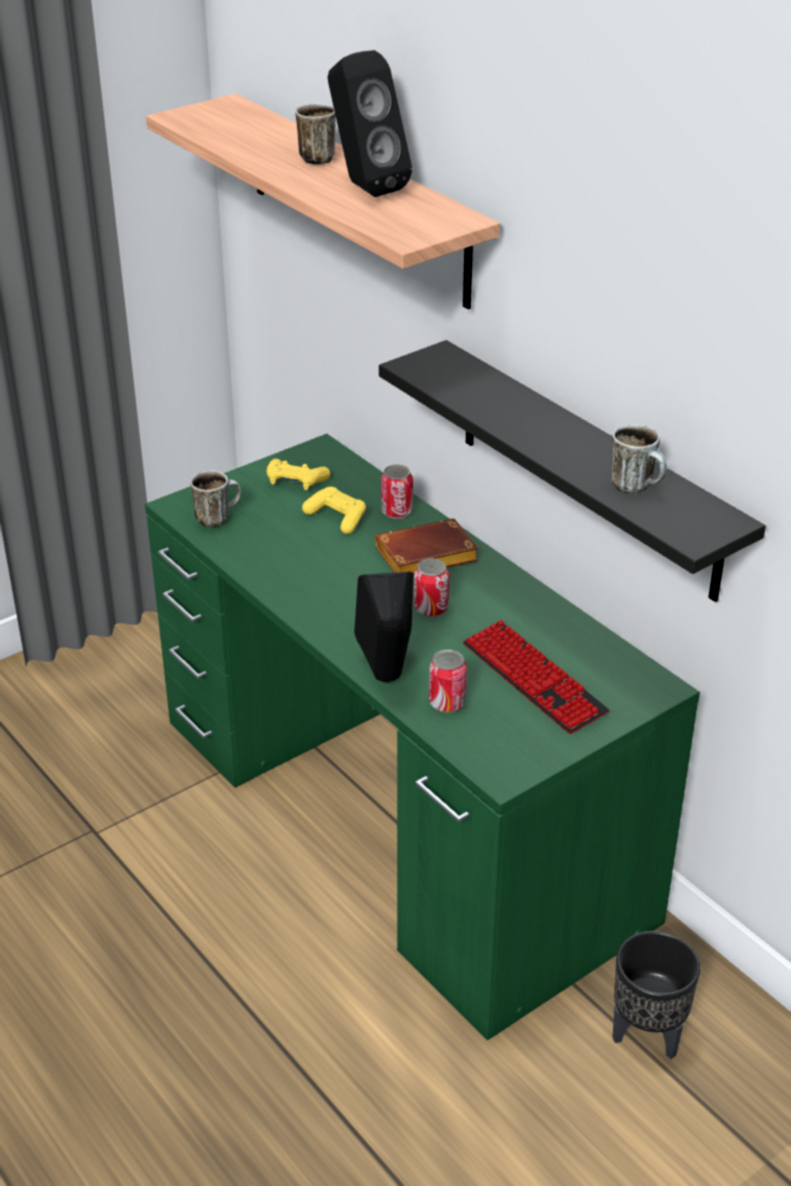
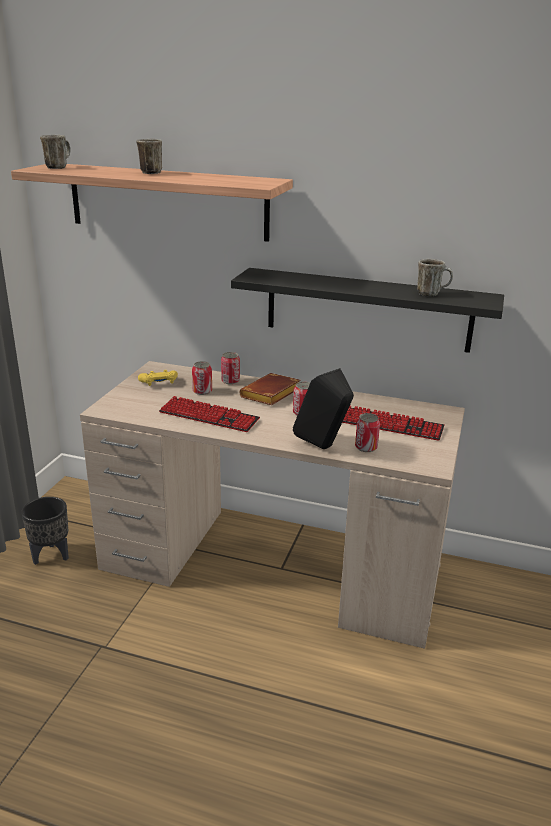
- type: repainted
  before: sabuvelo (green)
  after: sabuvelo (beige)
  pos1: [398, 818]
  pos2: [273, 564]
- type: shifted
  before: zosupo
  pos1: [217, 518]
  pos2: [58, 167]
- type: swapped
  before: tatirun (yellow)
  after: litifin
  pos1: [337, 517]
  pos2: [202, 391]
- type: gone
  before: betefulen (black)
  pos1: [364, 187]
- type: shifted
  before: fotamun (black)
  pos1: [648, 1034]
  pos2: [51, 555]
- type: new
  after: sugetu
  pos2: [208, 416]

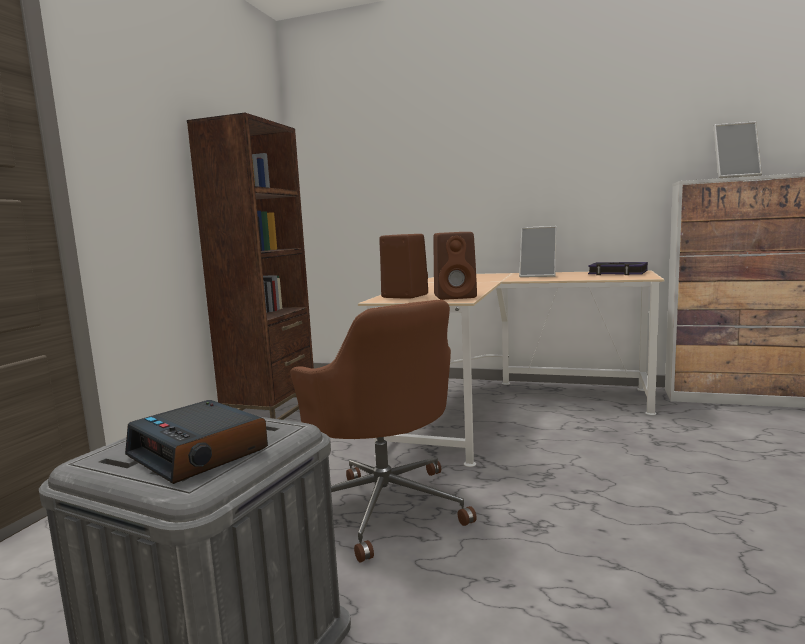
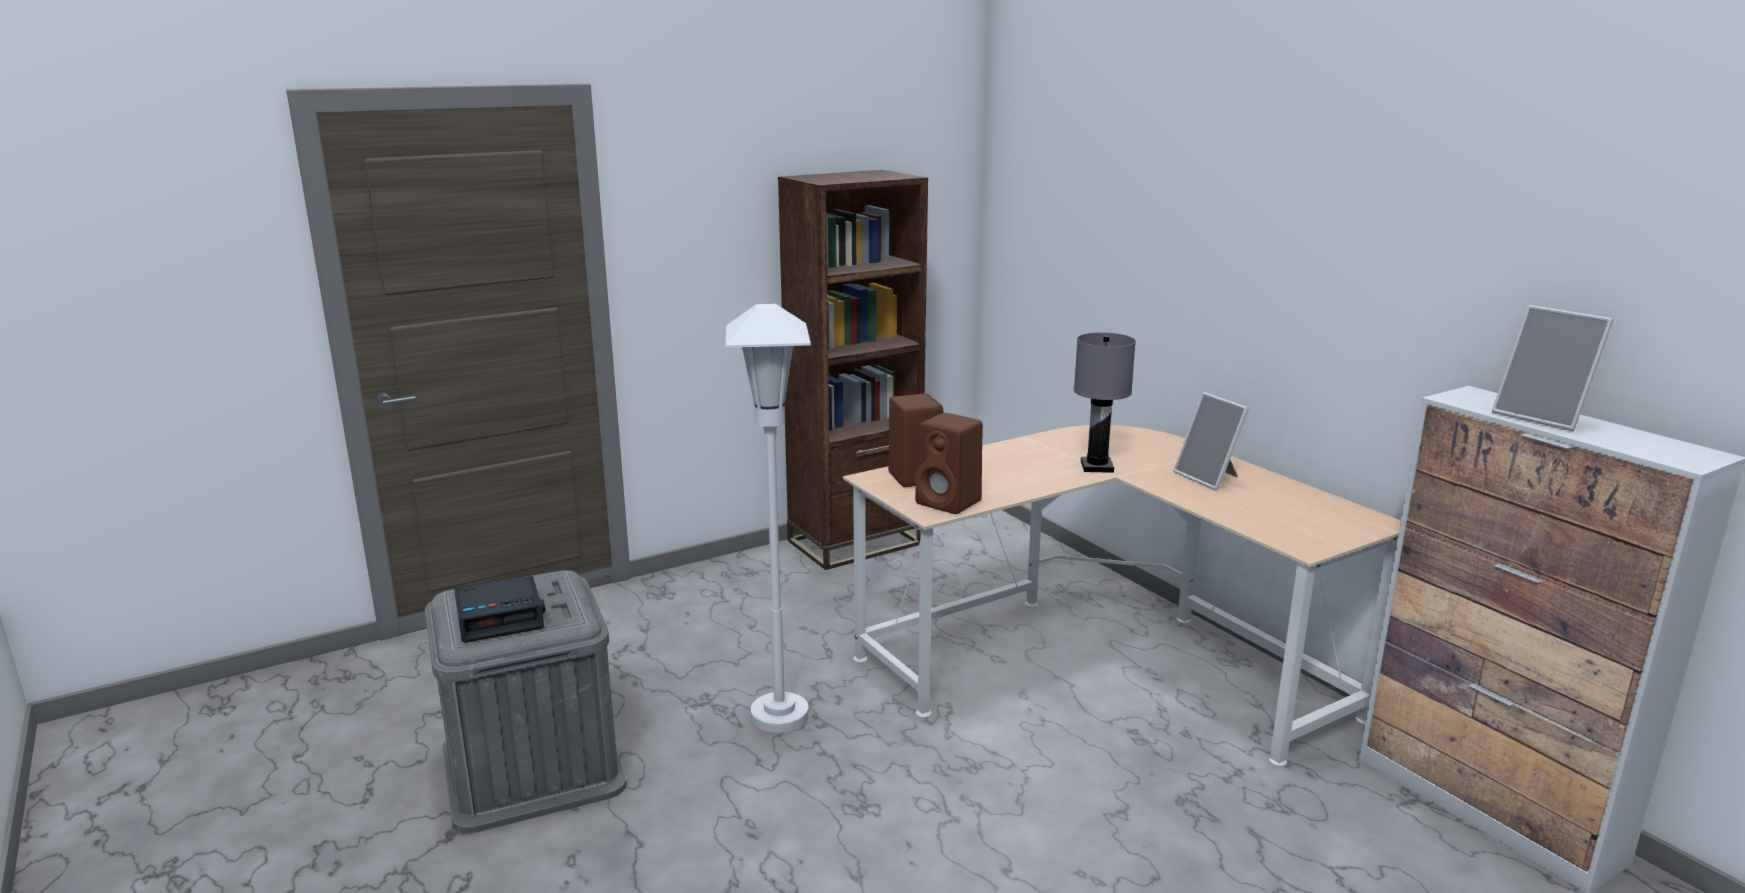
- type: rotated
  before: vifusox
  pos1: [200, 452]
  pos2: [501, 618]
  turn: -105
- type: swapped
  before: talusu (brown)
  after: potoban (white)
  pos1: [385, 506]
  pos2: [779, 716]
- type: gone
  before: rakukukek
  pos1: [617, 273]
- type: new
  after: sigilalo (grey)
  pos2: [1097, 467]

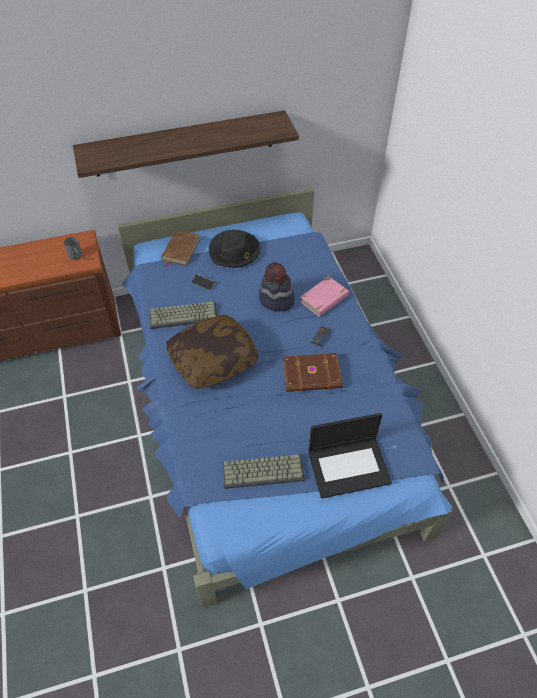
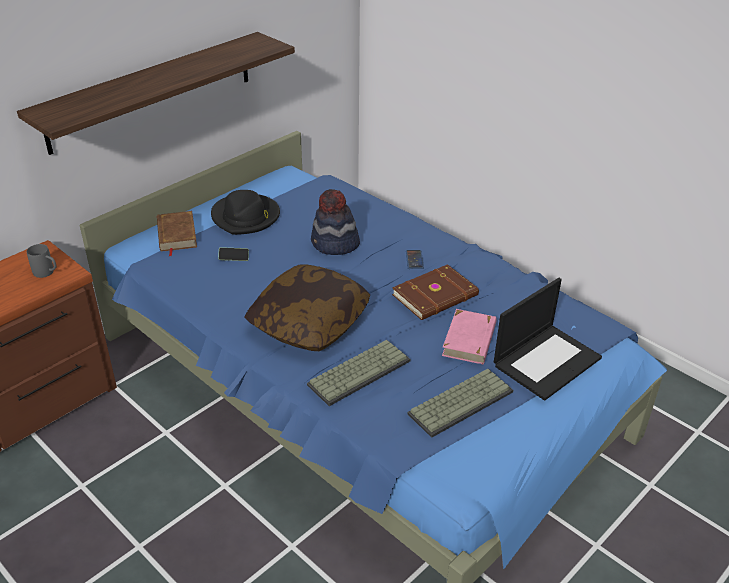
- type: shifted
  before: sugetu
  pos1: [184, 314]
  pos2: [359, 371]
- type: shifted
  before: rakukukek (pink)
  pos1: [324, 299]
  pos2: [469, 340]

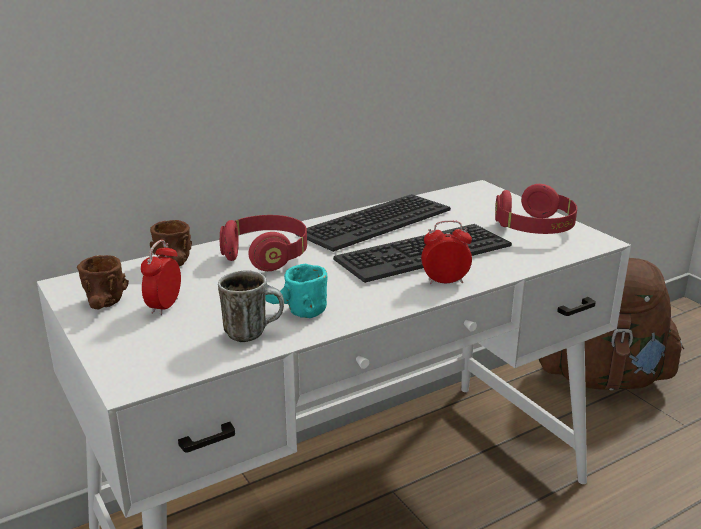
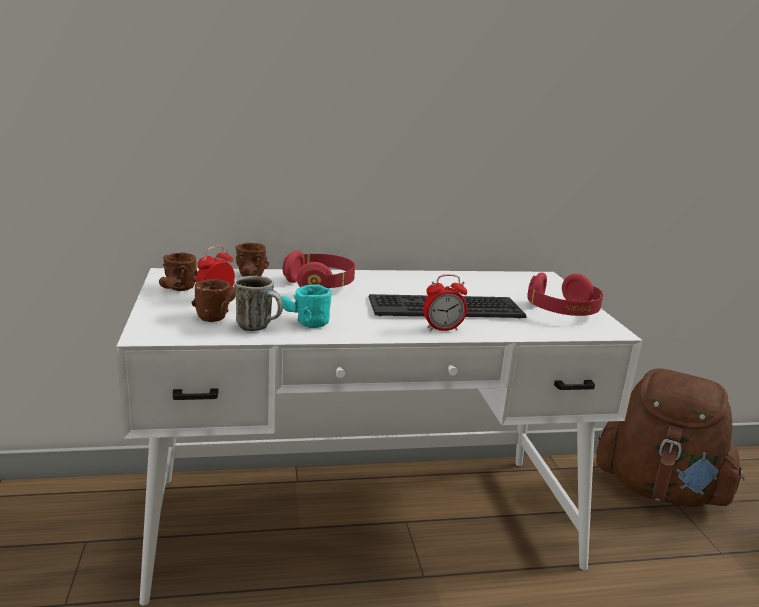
- type: gone
  before: sugetu
  pos1: [374, 222]
- type: rotated
  before: vifusox
  pos1: [445, 281]
  pos2: [442, 329]
  turn: 150
- type: new
  after: zosupo (brown)
  pos2: [217, 313]

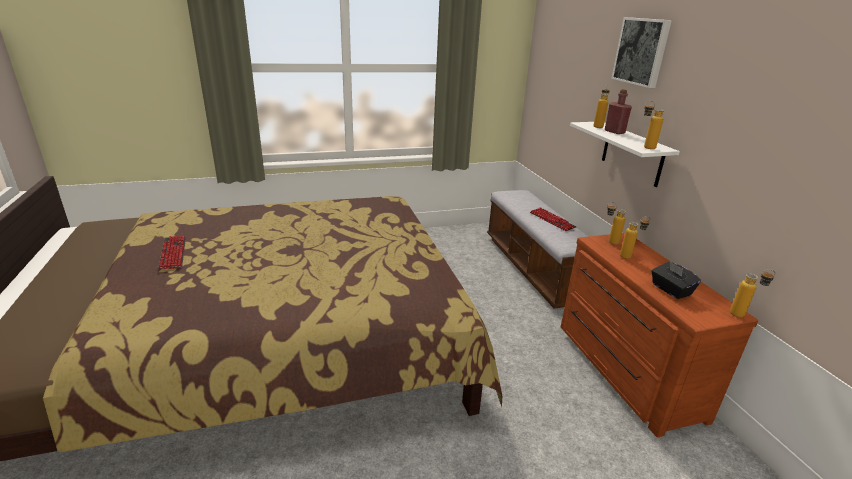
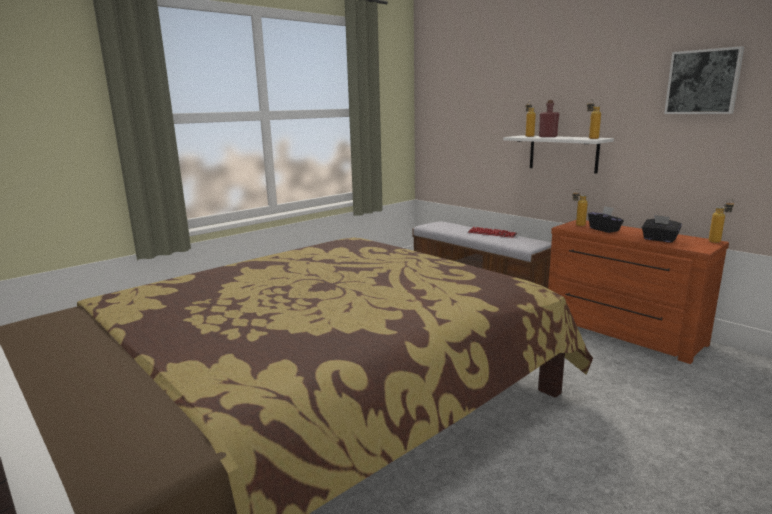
- type: gone
  before: sugetu
  pos1: [173, 253]
- type: shifted
  before: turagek
  pos1: [642, 51]
  pos2: [703, 82]
- type: swapped
  before: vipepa
  after: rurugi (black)
  pos1: [630, 256]
  pos2: [604, 229]

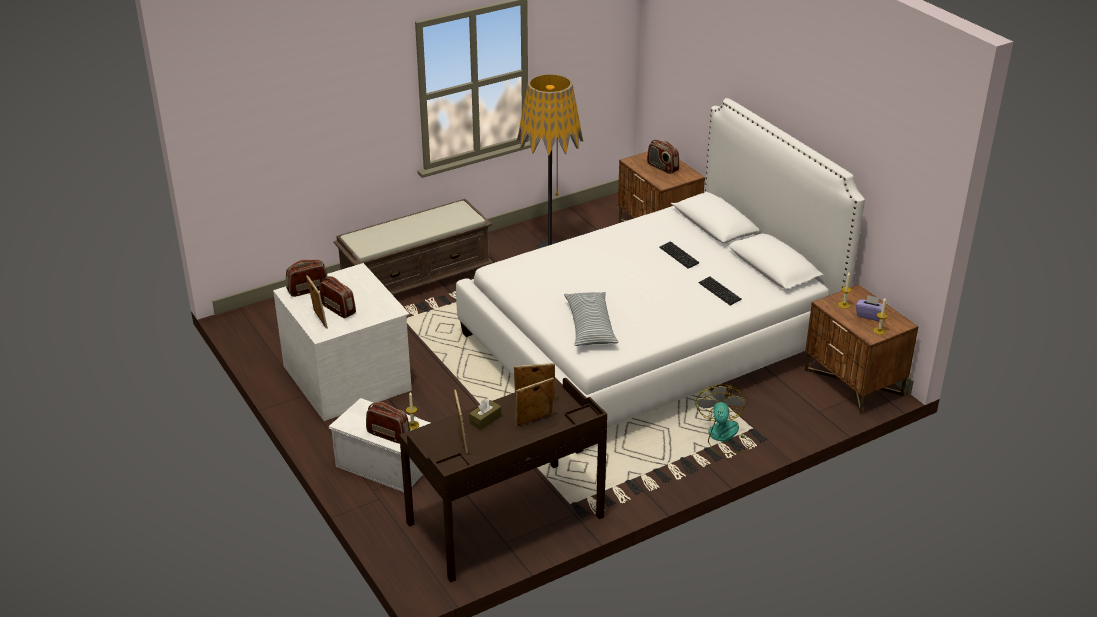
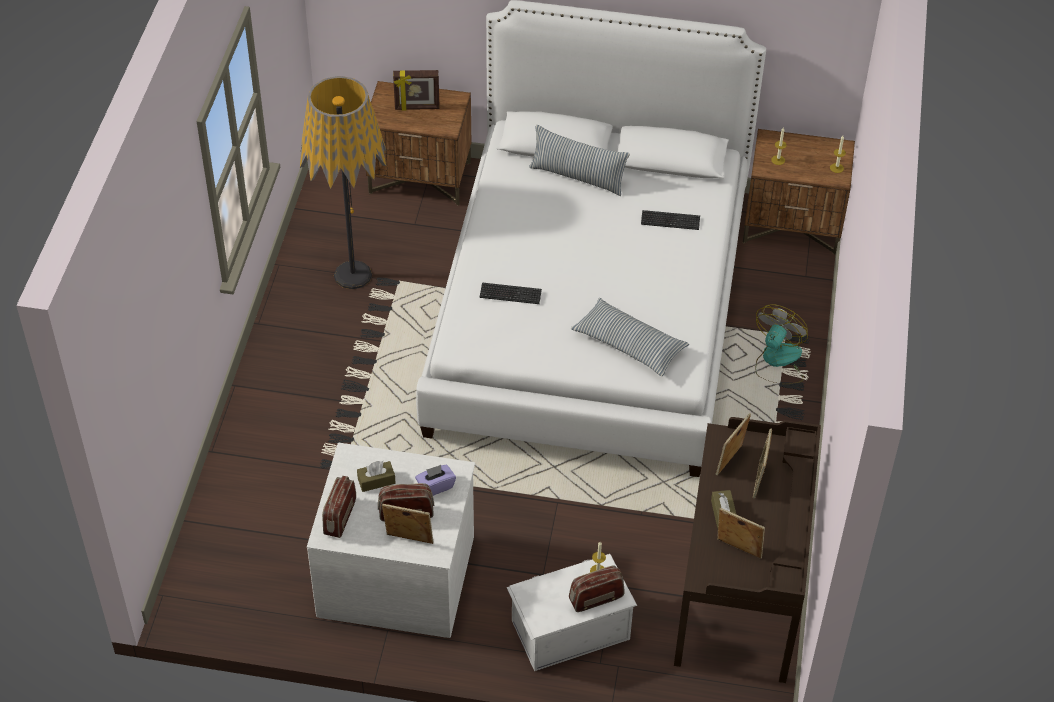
- type: gone
  before: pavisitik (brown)
  pos1: [417, 280]
- type: swapped
  before: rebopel
  after: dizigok
  pos1: [662, 167]
  pos2: [417, 107]
- type: shifted
  before: sugetu
  pos1: [679, 256]
  pos2: [510, 294]
- type: rotated
  before: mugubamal
  pos1: [724, 437]
  pos2: [777, 361]
  turn: 75
- type: shifted
  before: rurugi (purple)
  pos1: [869, 315]
  pos2: [435, 486]
- type: new
  after: rurugi (brown)
  pos2: [376, 481]
- type: new
  after: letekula
  pos2: [577, 177]

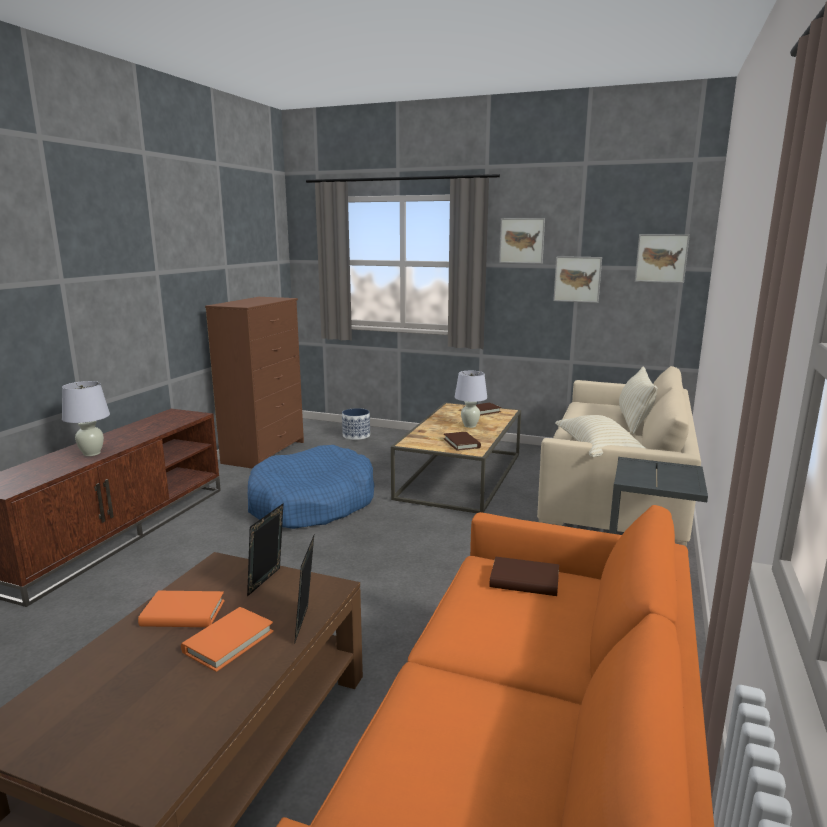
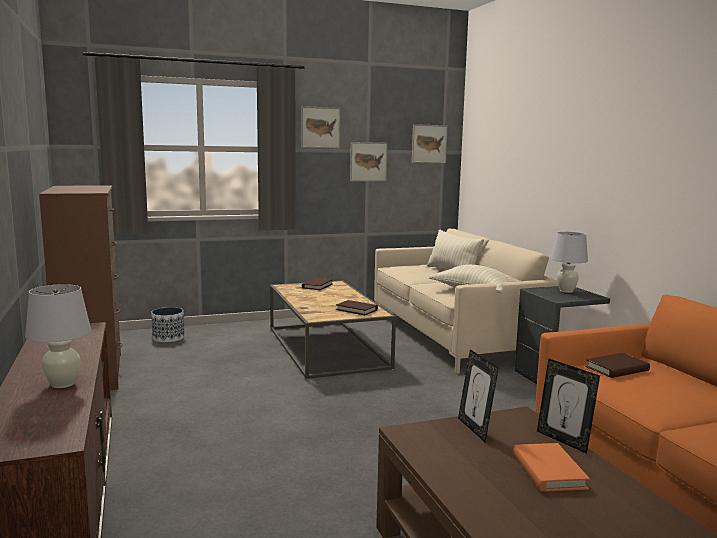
- type: gone
  before: rakukukek (orange)
  pos1: [183, 613]
- type: gone
  before: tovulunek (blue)
  pos1: [312, 504]
- type: shifted
  before: sigilalo (white)
  pos1: [470, 426]
  pos2: [566, 291]

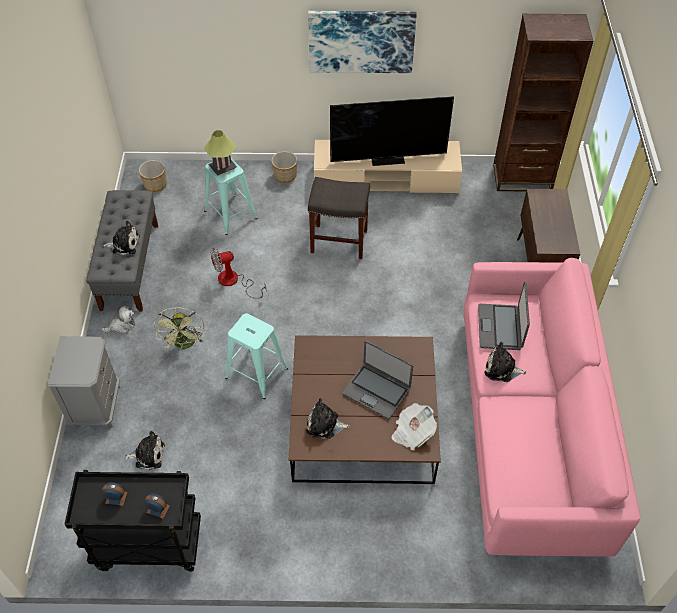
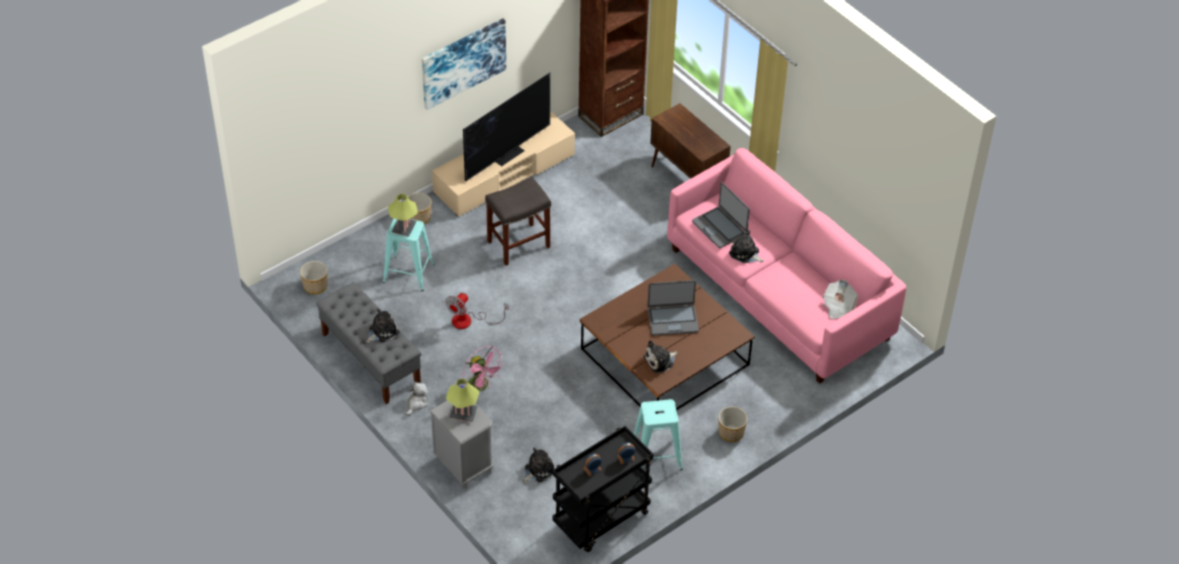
- type: repainted
  before: mugubamal (green)
  after: mugubamal (pink)
  pos1: [185, 344]
  pos2: [482, 386]
- type: shifted
  before: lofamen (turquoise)
  pos1: [256, 373]
  pos2: [656, 455]
- type: shifted
  before: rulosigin
  pos1: [412, 432]
  pos2: [838, 306]
- type: rotated
  before: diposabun
  pos1: [502, 369]
  pos2: [745, 253]
  turn: 60
- type: new
  after: sigilalo
  pos2: [463, 413]
- type: new
  after: fotamun
  pos2: [731, 433]

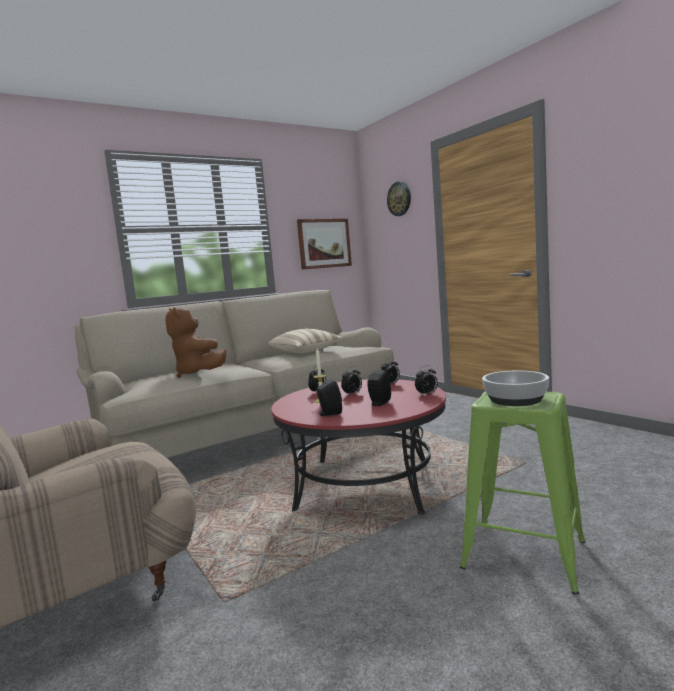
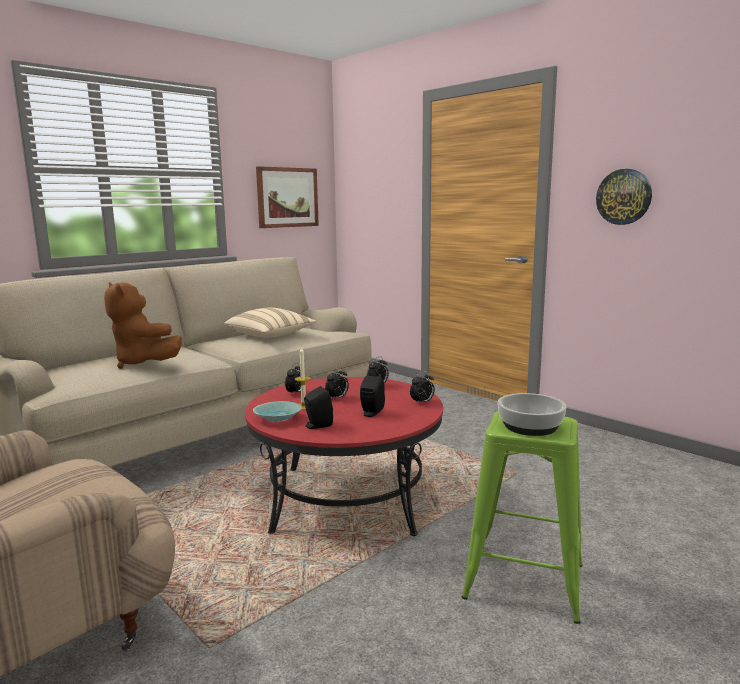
- type: shifted
  before: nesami
  pos1: [399, 199]
  pos2: [624, 197]
- type: new
  after: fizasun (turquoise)
  pos2: [276, 418]

